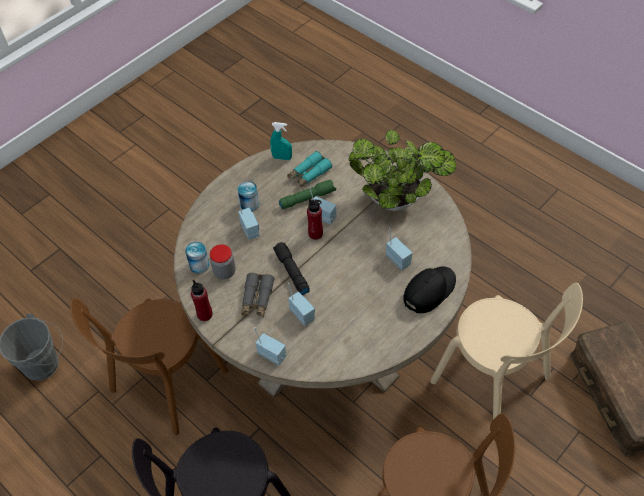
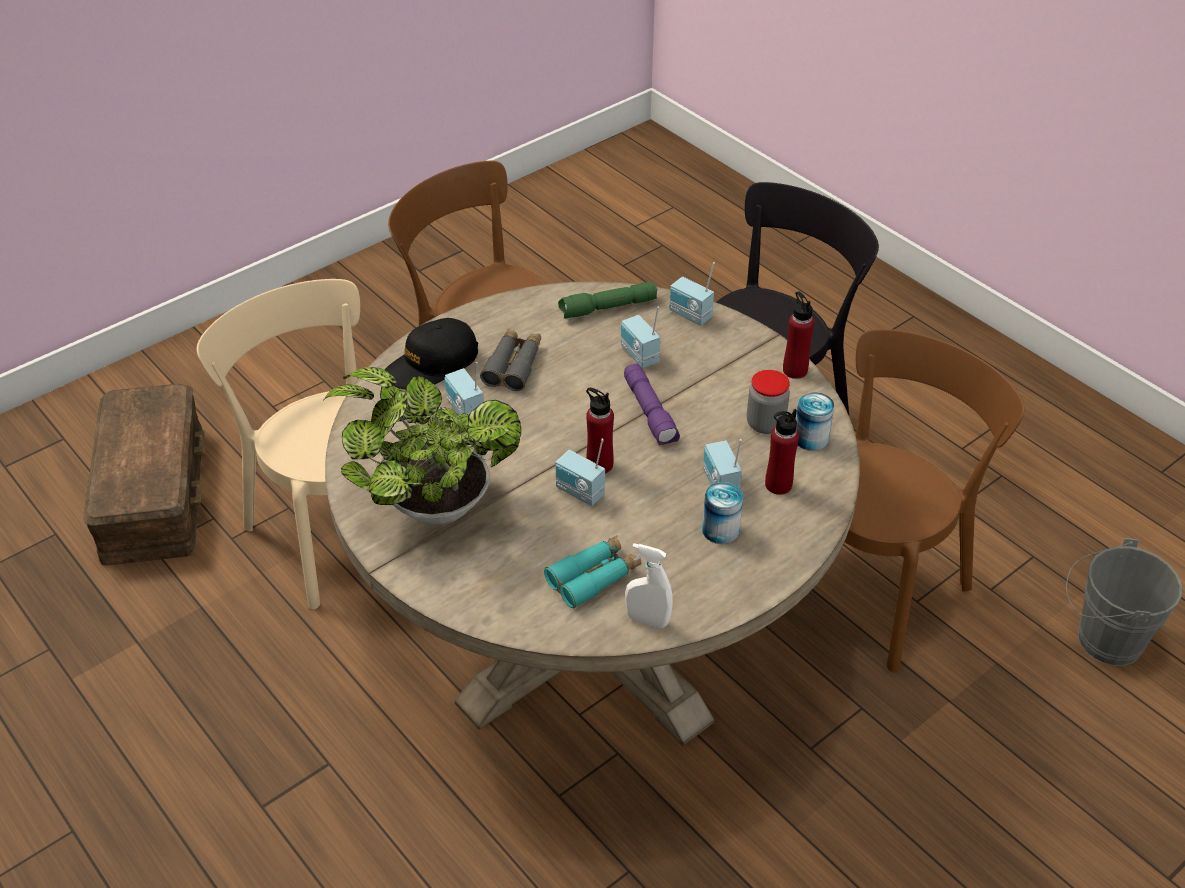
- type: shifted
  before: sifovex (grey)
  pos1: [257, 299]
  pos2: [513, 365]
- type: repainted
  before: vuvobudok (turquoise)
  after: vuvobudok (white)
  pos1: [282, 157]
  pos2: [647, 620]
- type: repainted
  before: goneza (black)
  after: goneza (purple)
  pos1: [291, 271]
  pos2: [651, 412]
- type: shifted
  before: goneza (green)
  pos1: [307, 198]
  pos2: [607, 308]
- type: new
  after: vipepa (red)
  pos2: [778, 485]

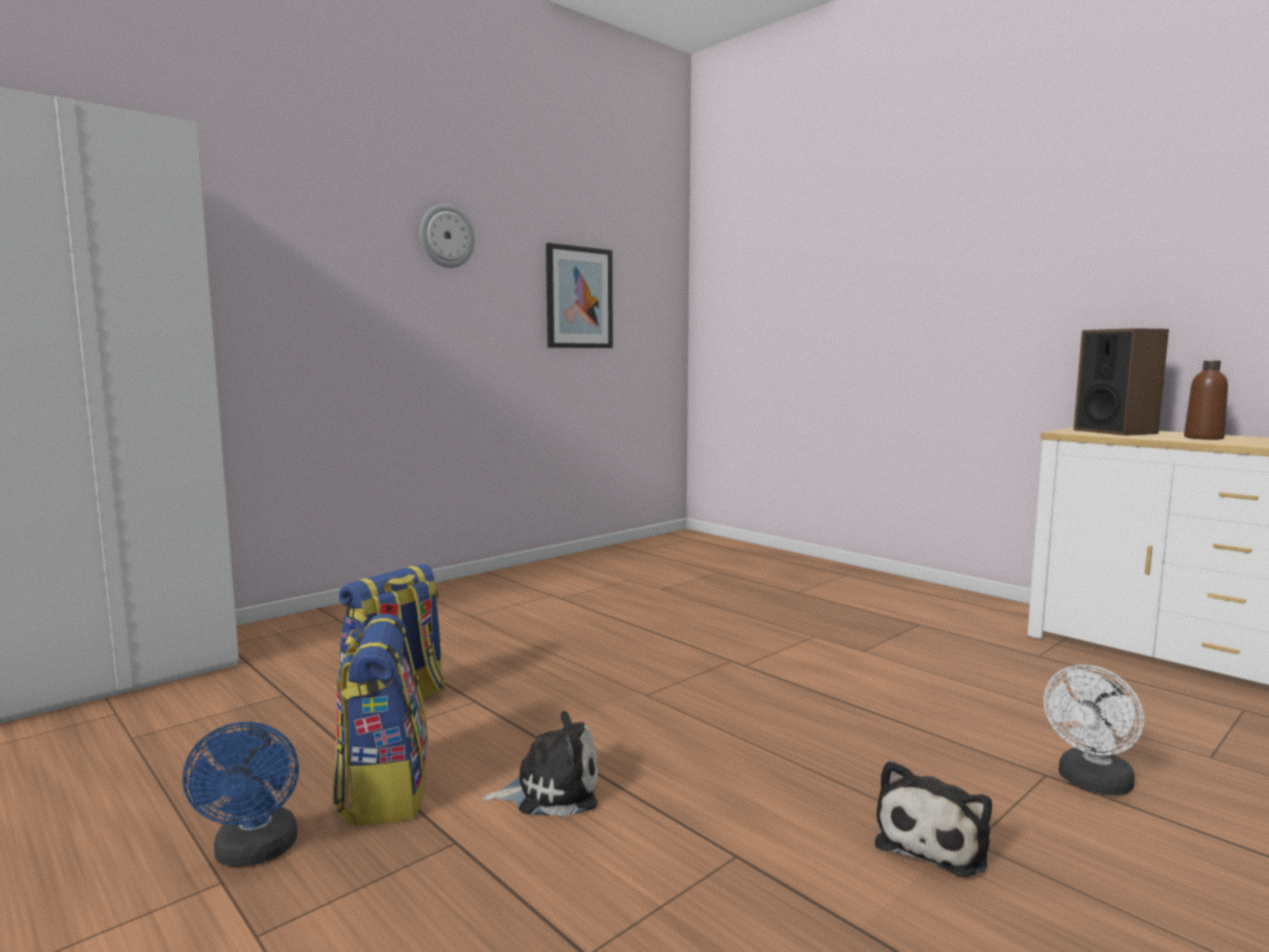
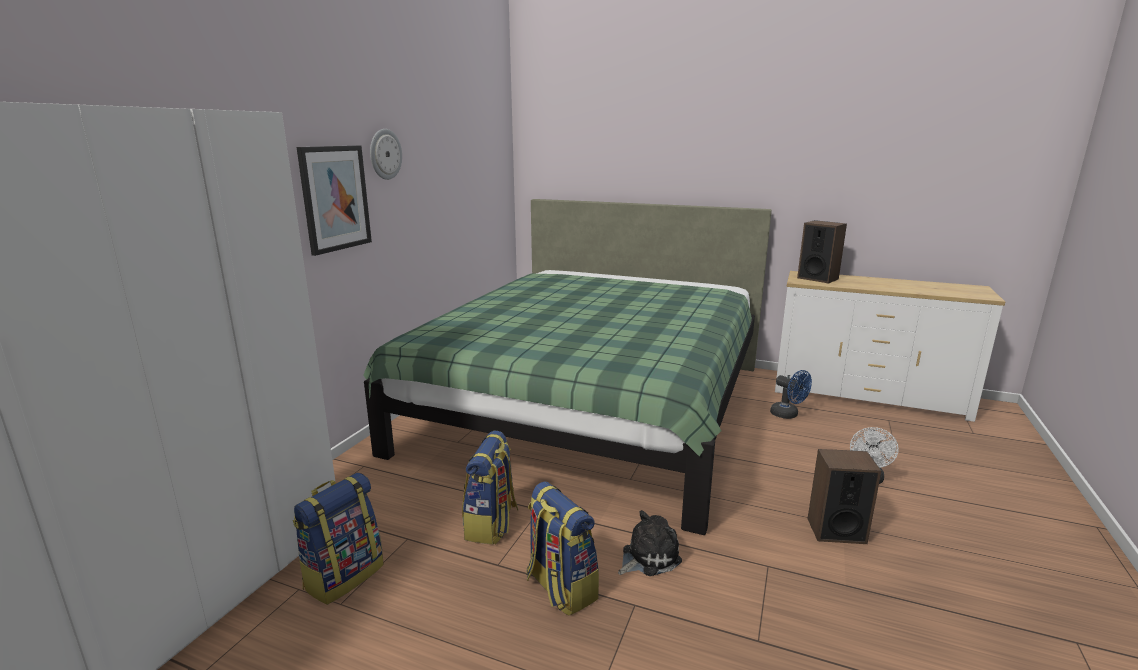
- type: shifted
  before: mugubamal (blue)
  pos1: [255, 853]
  pos2: [788, 415]
- type: shifted
  before: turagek
  pos1: [579, 298]
  pos2: [335, 198]
- type: swapped
  before: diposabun
  after: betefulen
  pos1: [934, 842]
  pos2: [836, 530]
- type: gone
  before: vipepa (brown)
  pos1: [1203, 438]
- type: new
  after: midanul
  pos2: [344, 576]
- type: new
  after: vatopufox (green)
  pos2: [591, 406]

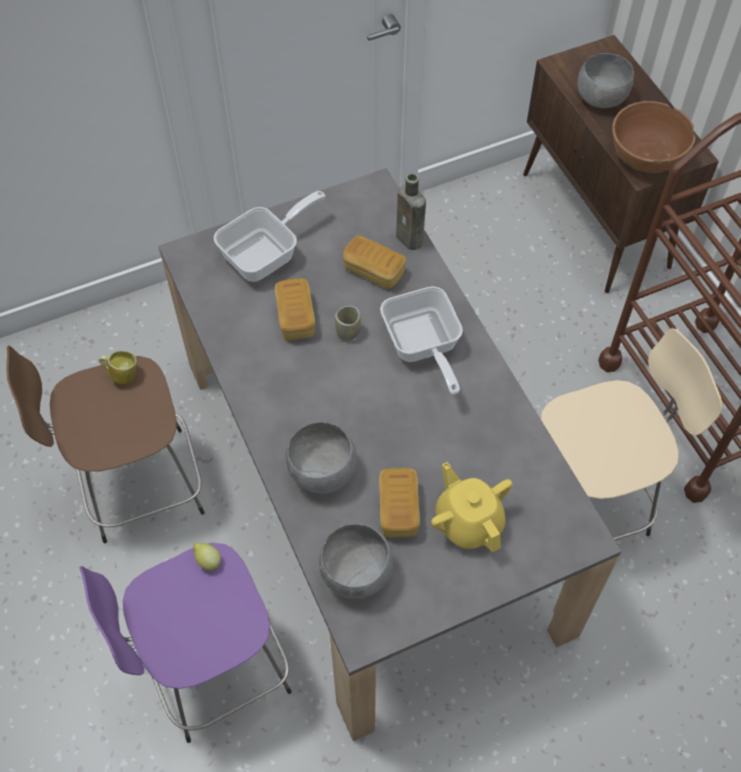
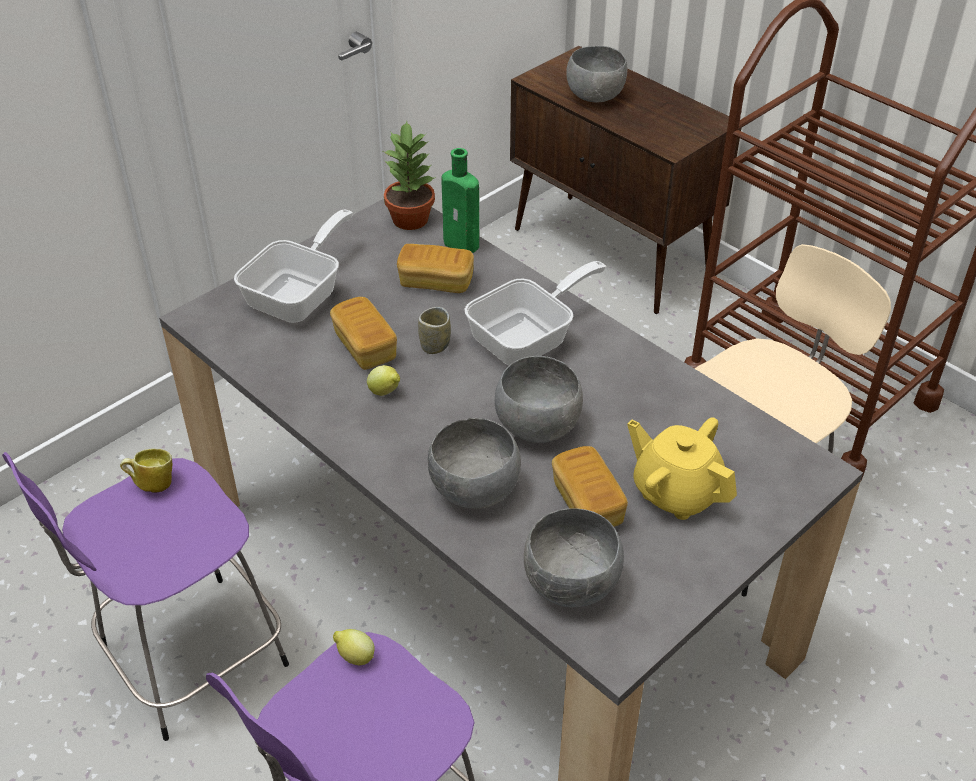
- type: repainted
  before: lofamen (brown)
  after: lofamen (purple)
  pos1: [138, 486]
  pos2: [187, 659]
- type: rotated
  before: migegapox
  pos1: [422, 347]
  pos2: [529, 338]
  turn: -90
- type: repainted
  before: vipepa (brown)
  after: vipepa (green)
  pos1: [411, 240]
  pos2: [463, 245]
- type: gone
  before: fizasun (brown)
  pos1: [645, 156]
- type: new
  after: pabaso
  pos2: [385, 392]
- type: new
  after: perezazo
  pos2: [411, 219]
- type: new
  after: fizasun (grey)
  pos2: [536, 425]

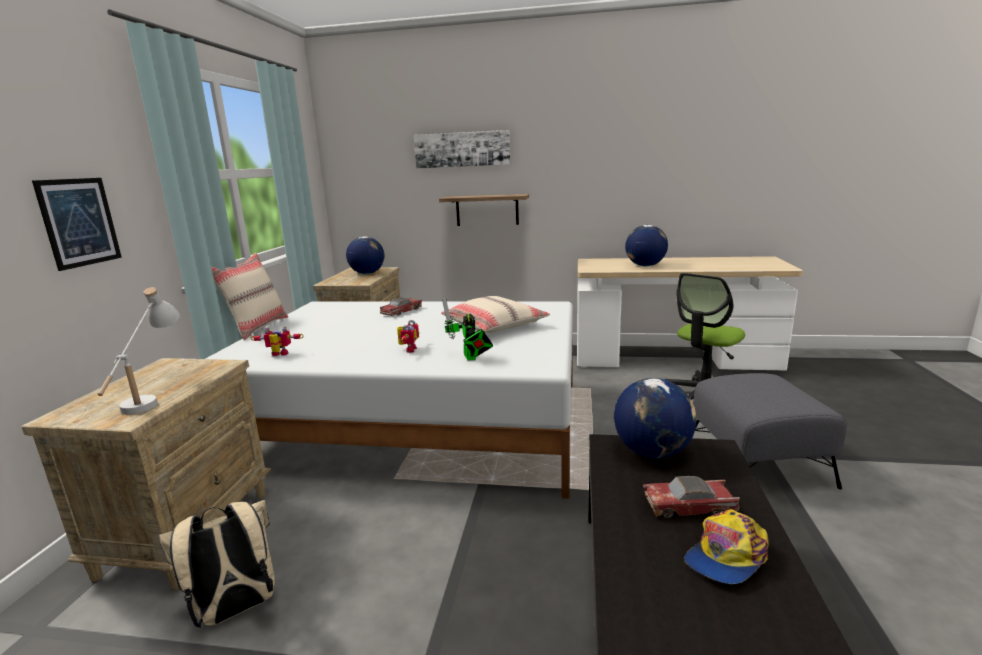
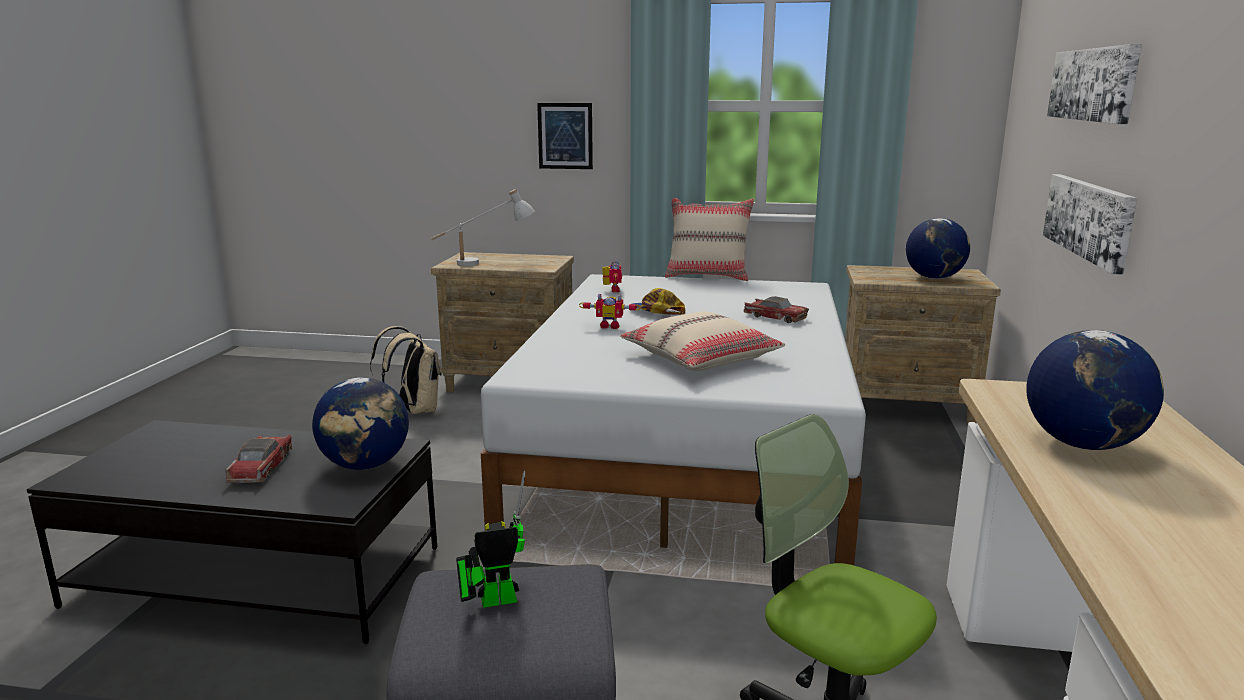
- type: swapped
  before: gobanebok
  after: turagek
  pos1: [487, 210]
  pos2: [1089, 219]
- type: shifted
  before: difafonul
  pos1: [470, 358]
  pos2: [492, 601]
- type: shifted
  before: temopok
  pos1: [726, 556]
  pos2: [656, 312]

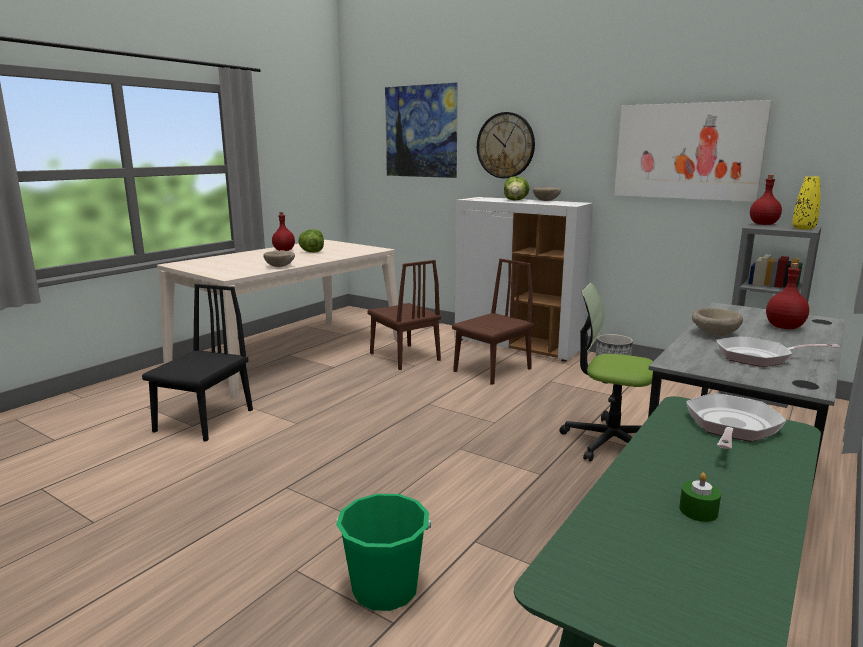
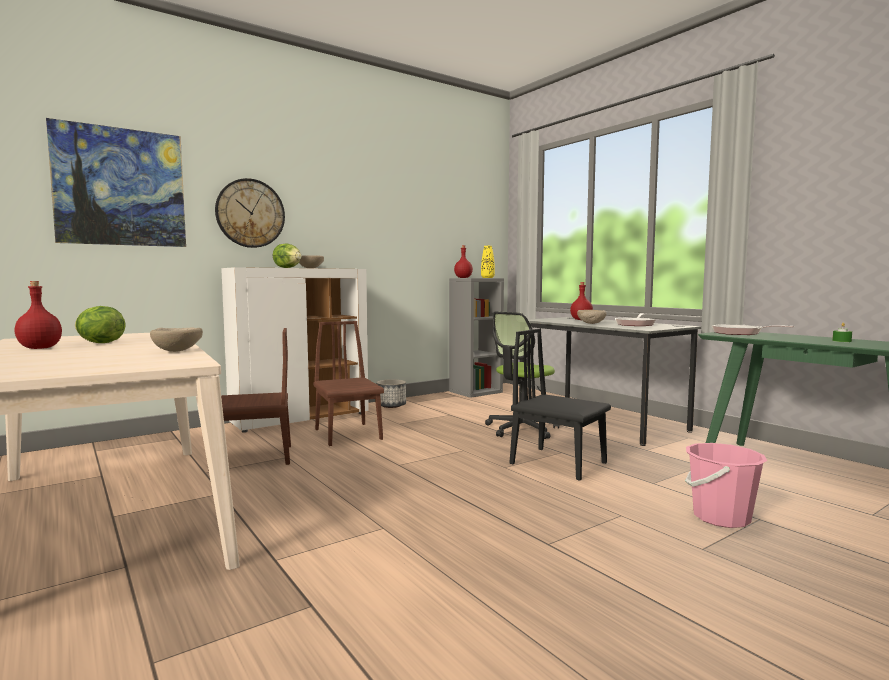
- type: shifted
  before: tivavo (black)
  pos1: [204, 420]
  pos2: [558, 463]
- type: repainted
  before: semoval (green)
  after: semoval (pink)
  pos1: [385, 589]
  pos2: [721, 517]
- type: gone
  before: turagek
  pos1: [687, 151]

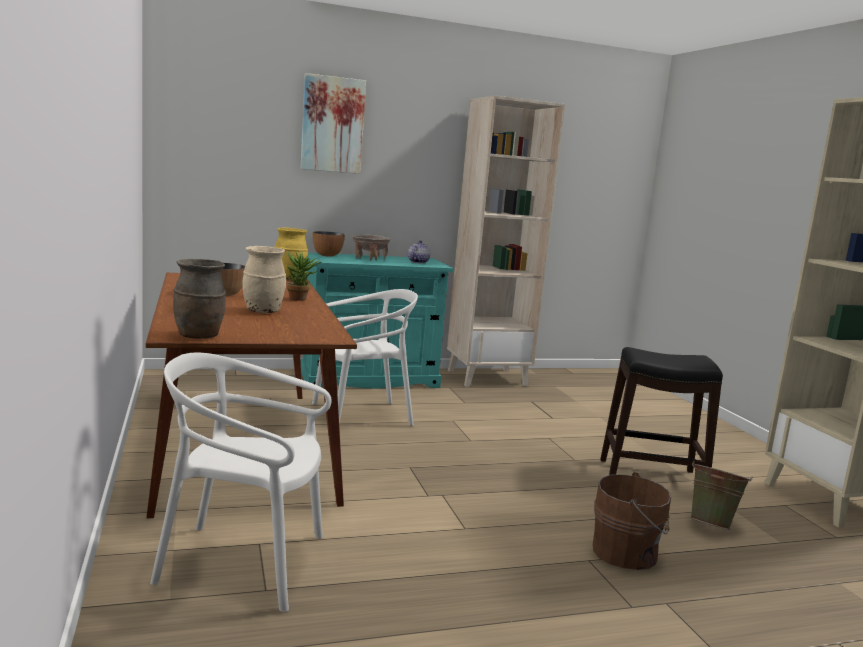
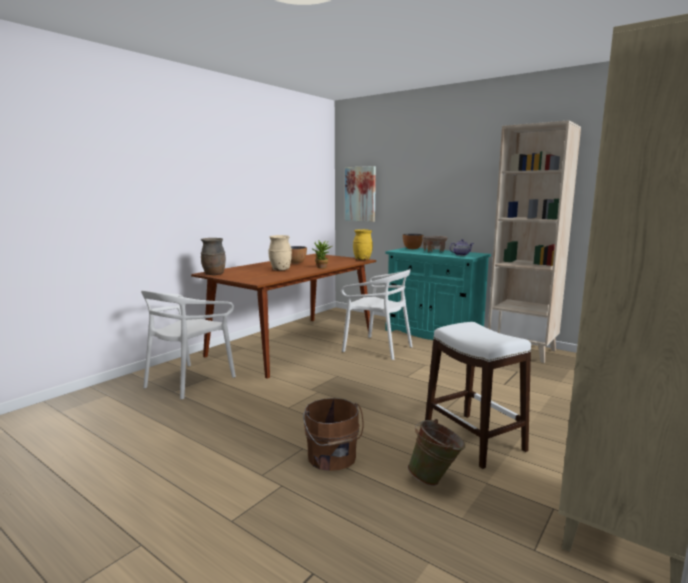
- type: rotated
  before: tivavo (white)
  pos1: [243, 563]
  pos2: [189, 381]
  turn: -120
- type: shifted
  before: turagek
  pos1: [332, 124]
  pos2: [360, 194]
- type: repainted
  before: lofamen (black)
  after: lofamen (white)
  pos1: [651, 479]
  pos2: [473, 439]

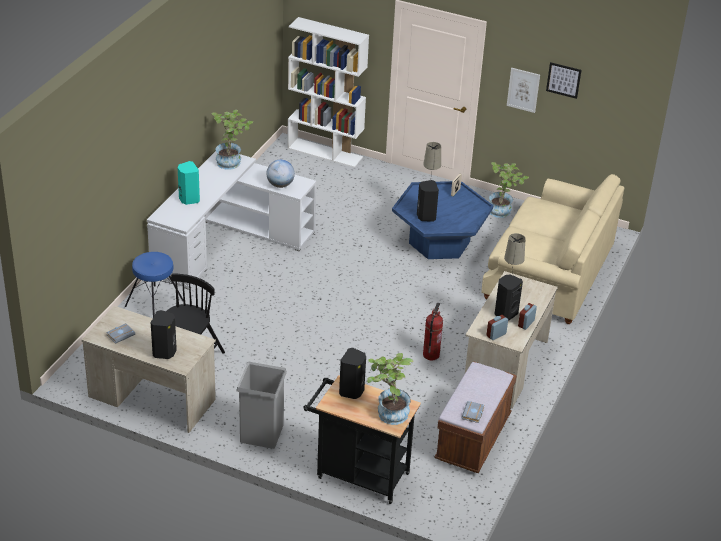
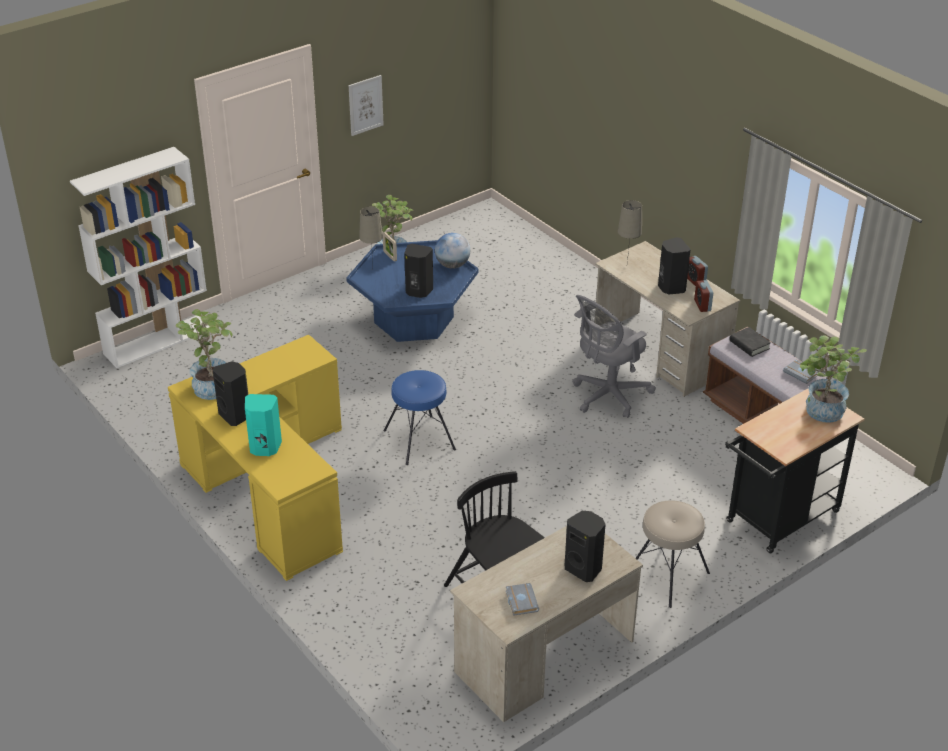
- type: shifted
  before: lofamen (blue)
  pos1: [154, 303]
  pos2: [420, 439]
- type: repainted
  before: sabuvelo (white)
  after: sabuvelo (yellow)
  pos1: [227, 241]
  pos2: [267, 484]
- type: swapped
  before: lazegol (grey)
  after: lofamen (beige)
  pos1: [261, 433]
  pos2: [667, 575]
- type: shifted
  before: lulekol
  pos1: [280, 185]
  pos2: [452, 265]
- type: shifted
  before: betefulen (black)
  pos1: [352, 391]
  pos2: [236, 416]
- type: swapped
  before: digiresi
  after: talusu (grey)
  pos1: [431, 355]
  pos2: [607, 396]
- type: gone
  before: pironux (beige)
  pos1: [548, 274]
- type: gone
  before: turagek
  pos1: [563, 80]
- type: new
  after: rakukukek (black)
  pos2: [749, 345]

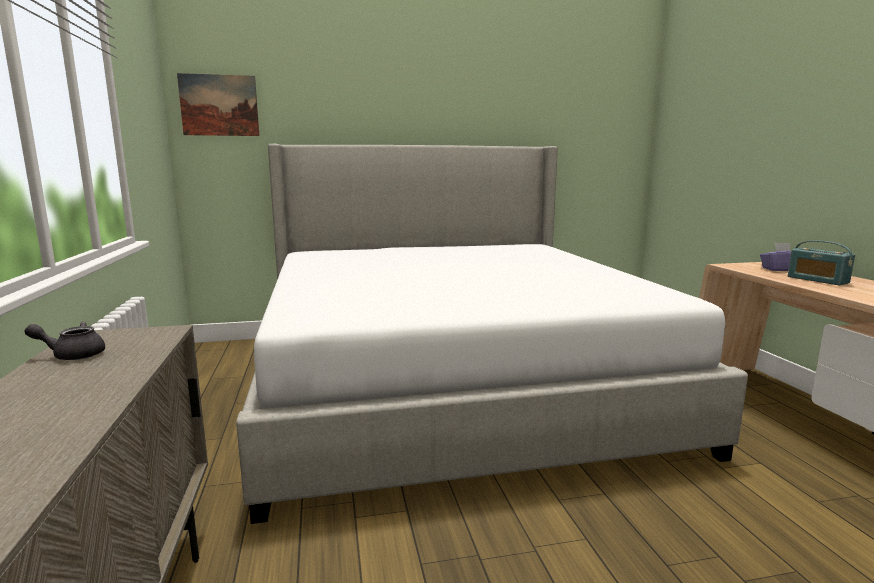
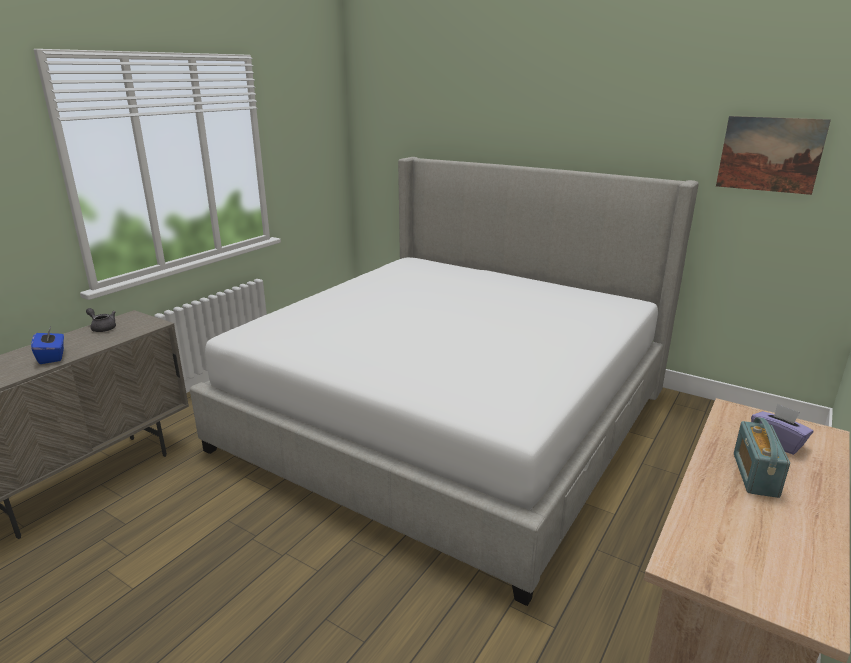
- type: shifted
  before: turagek
  pos1: [219, 105]
  pos2: [770, 154]
- type: new
  after: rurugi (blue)
  pos2: [52, 357]

